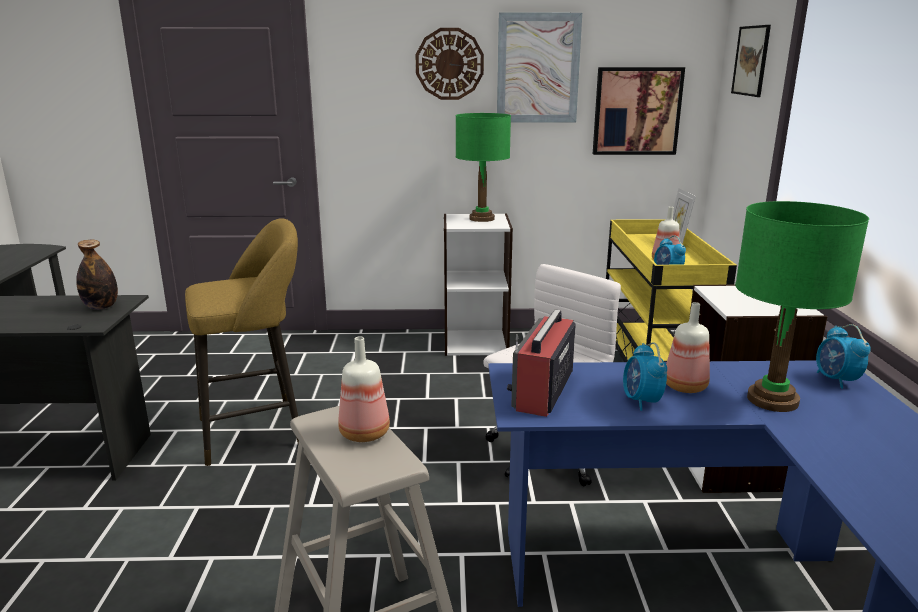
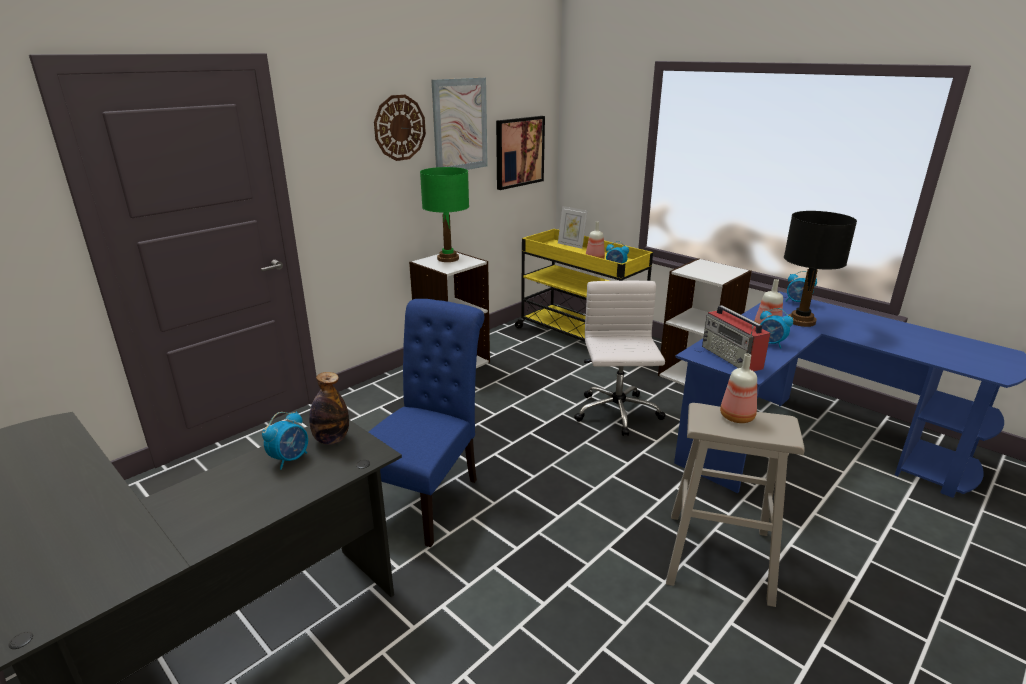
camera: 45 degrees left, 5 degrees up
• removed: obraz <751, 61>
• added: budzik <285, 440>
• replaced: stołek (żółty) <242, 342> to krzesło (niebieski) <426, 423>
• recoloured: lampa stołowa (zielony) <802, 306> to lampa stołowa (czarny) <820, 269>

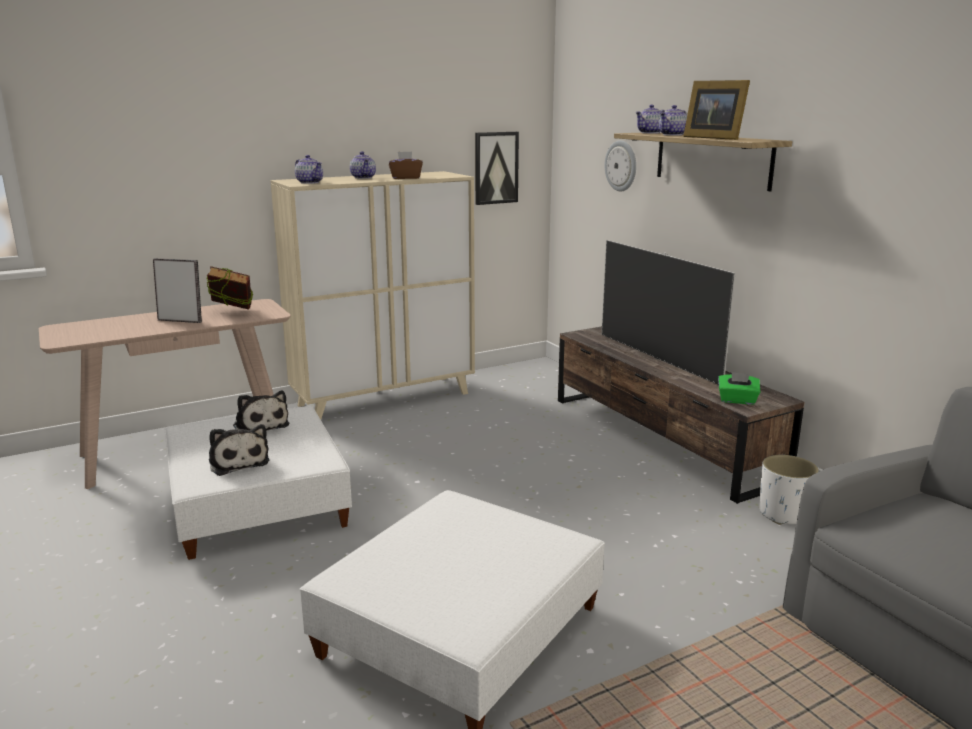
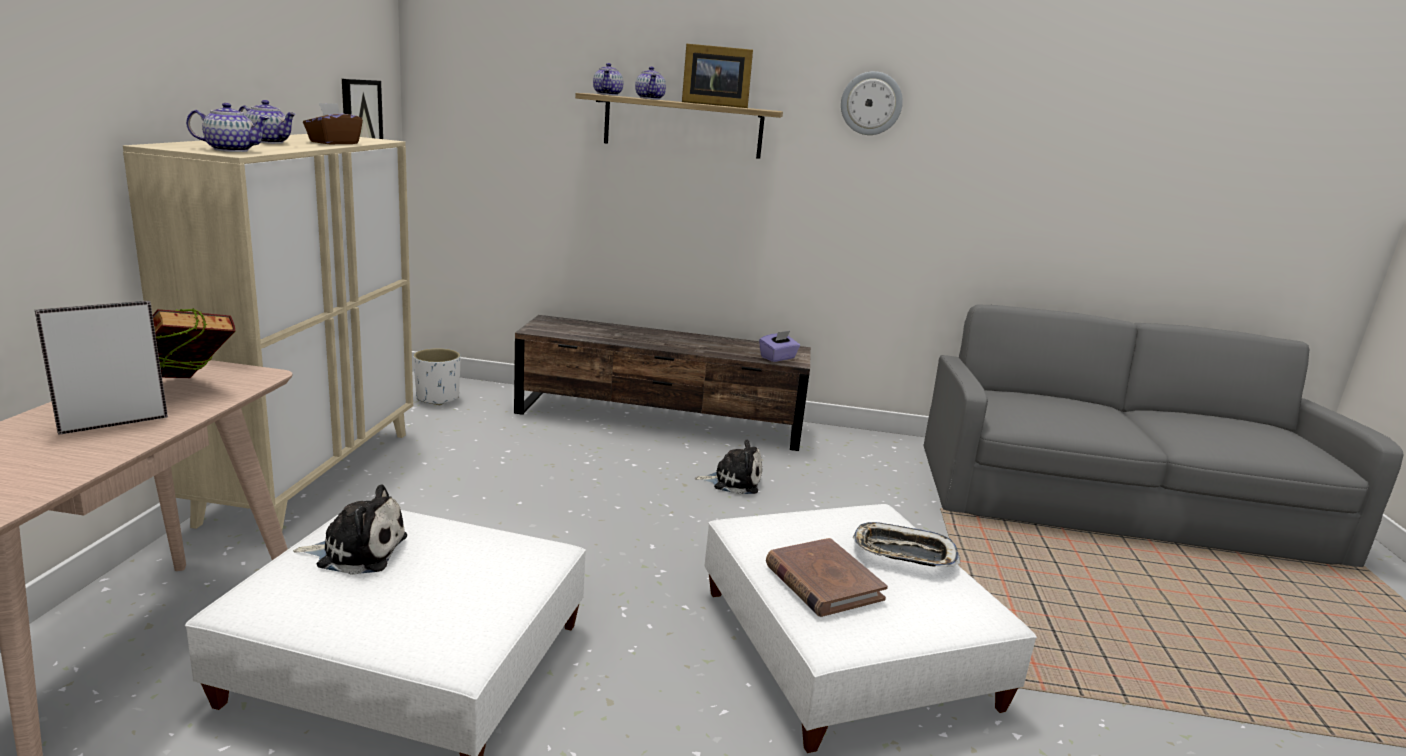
camera: 55 degrees left, 0 degrees up
• removed: telewizor <669, 312>
• added: książka (brązowy) <827, 577>
• added: taca <906, 544>
• moved: pluszak <239, 450> to <728, 467>
• moved: zegar ścienny <620, 166> to <872, 103>
• moved: donica (biały) <789, 490> to <437, 376>
• recoloured: pudełko chusteczek (zielony) <739, 388> to pudełko chusteczek (fioletowy) <779, 346>

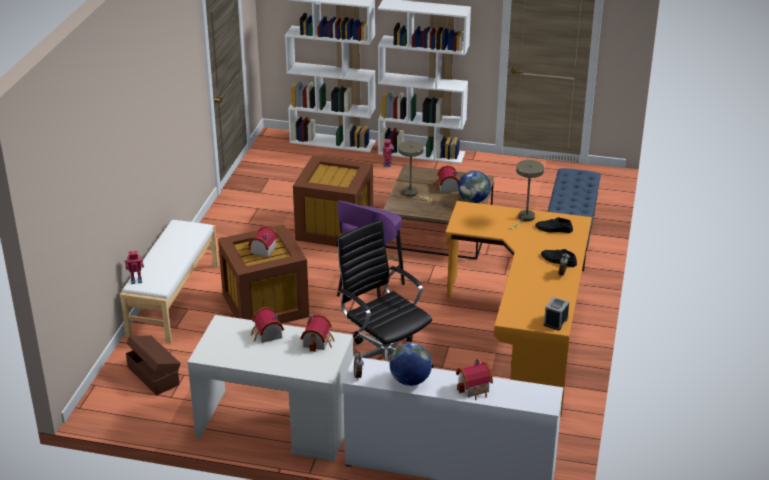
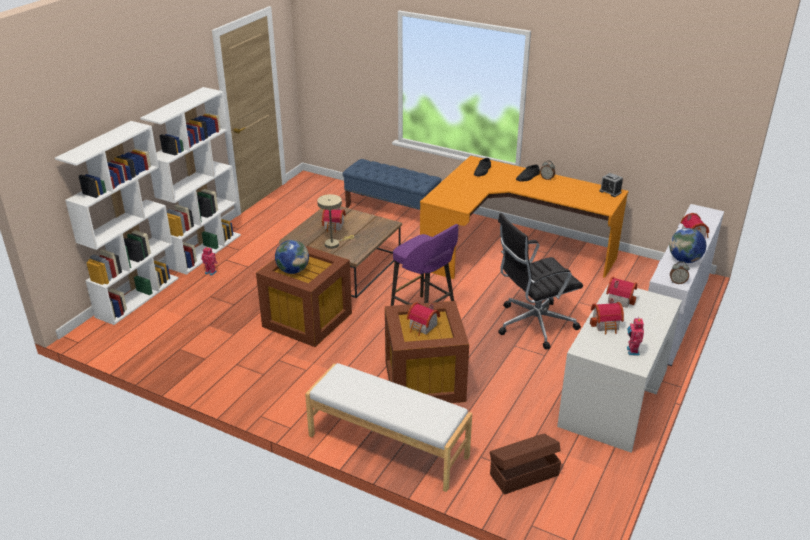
camera: 75 degrees left, 0 degrees up
• removed: lampa stołowa (beżowy) <526, 194>
• moved: robot zabawkowy <134, 267> to <635, 337>
• moved: globus <474, 187> to <292, 257>

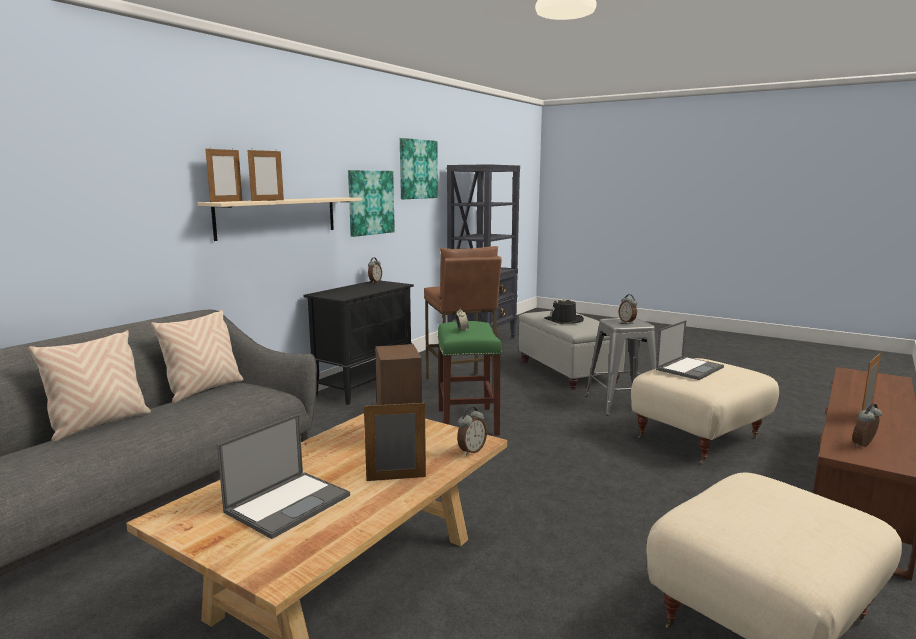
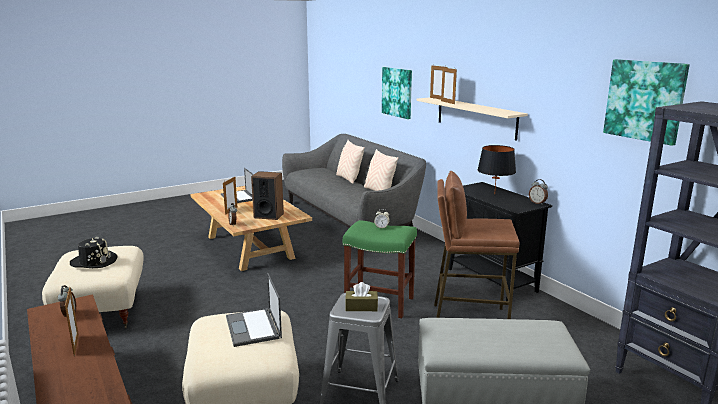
camera: 115 degrees right, 5 degrees up
• added: lampa stołowa (czarny) <496, 170>
• moved: obraz <371, 203> to <397, 93>
• moved: kapelusz (czarny) <564, 311> to <94, 252>
• replaced: budzik <628, 309> to pudełko chusteczek (brązowy) <361, 296>

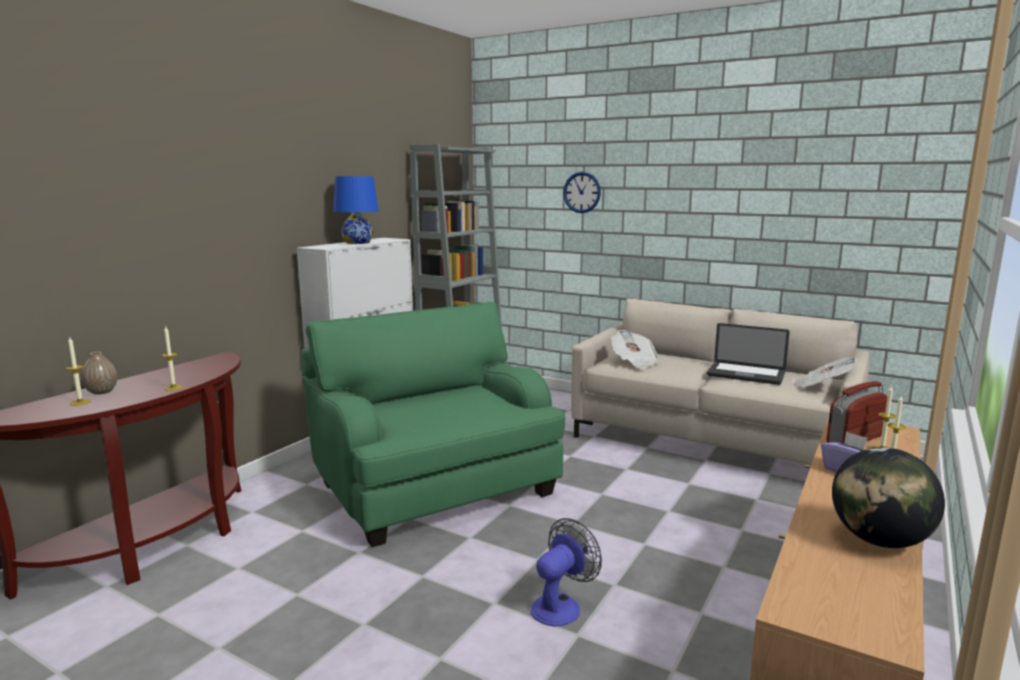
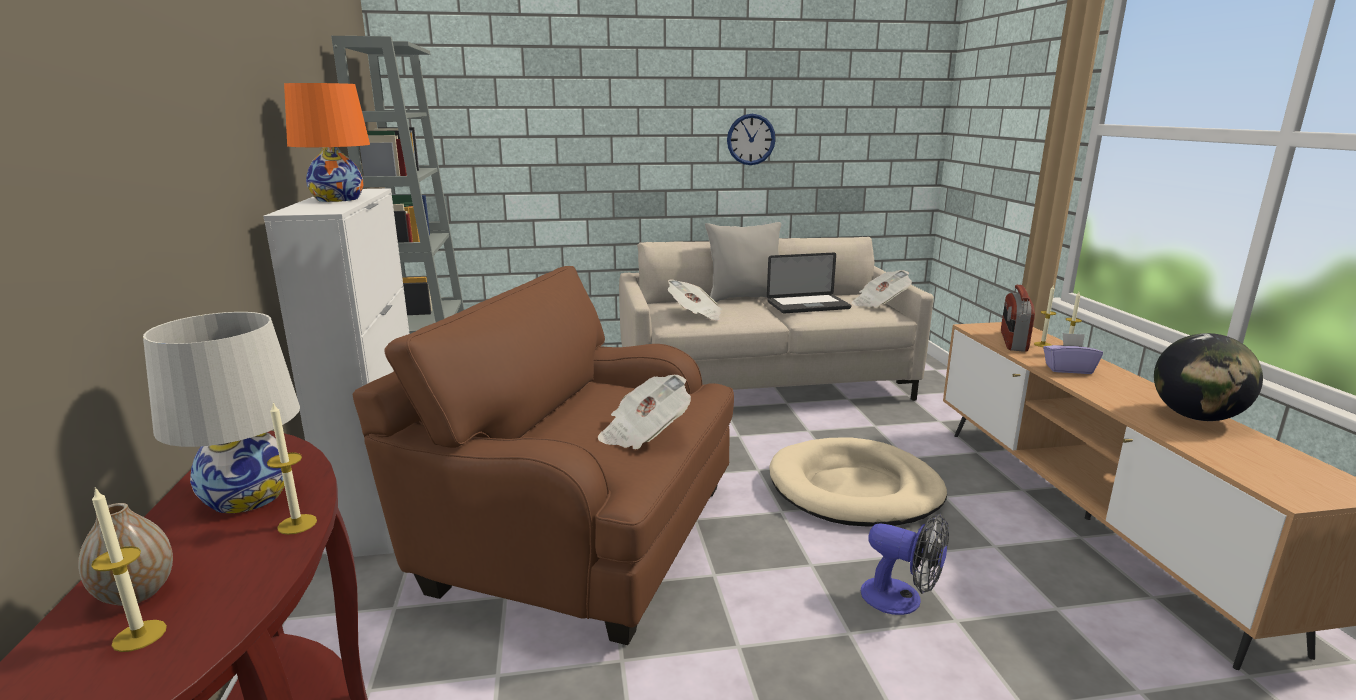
camera: 40 degrees left, 5 degrees up
• added: lampa stołowa (biały) <221, 412>
• added: gazeta <644, 412>
• added: poduszka (szary) <743, 262>
• added: legowisko (beżowy) <858, 482>
• moved: zegar ścienny <582, 192> to <751, 139>
• recoloured: fotel (zielony) <433, 424> to fotel (brązowy) <543, 455>
• recoloured: lampa stołowa (niebieski) <356, 210> to lampa stołowa (pomarańczowy) <327, 142>
• turned: wentylator <566, 572> = <905, 564> 120 degrees clockwise

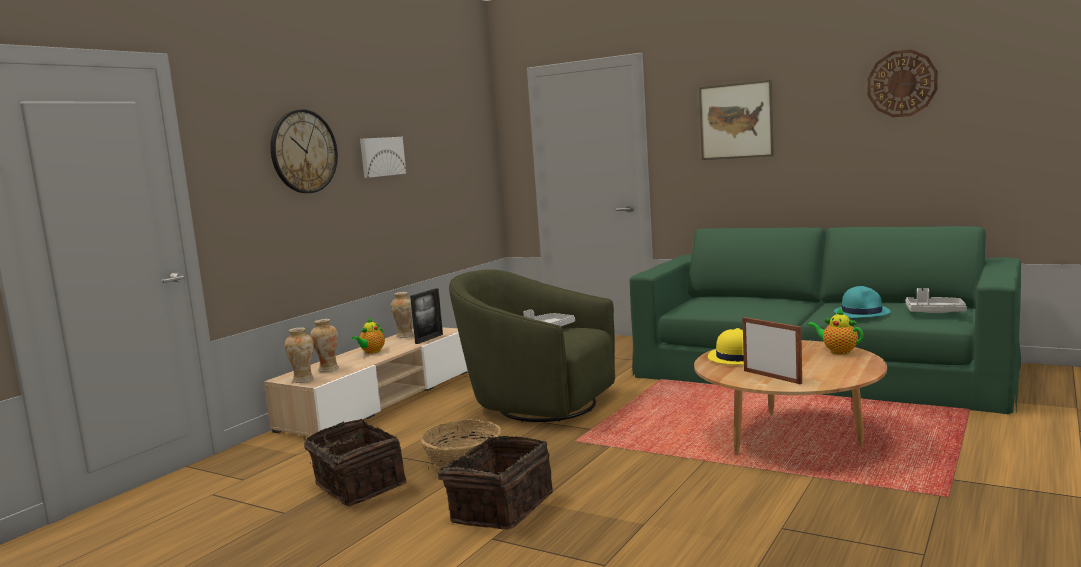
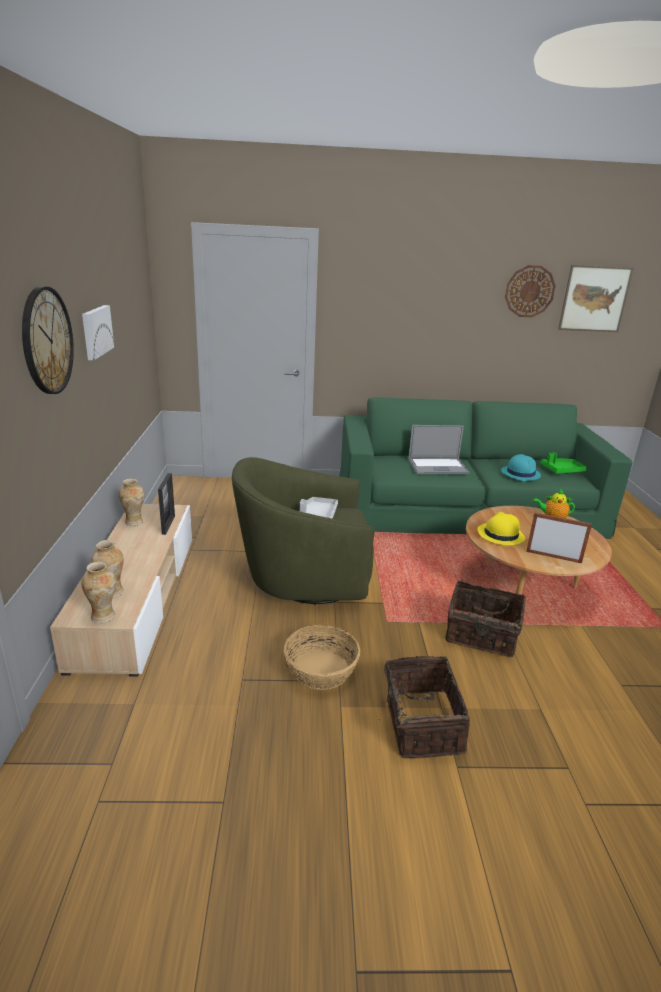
camera: 35 degrees left, 15 degrees up
• removed: imbryk <368, 336>
• added: laptop <439, 449>
• moved: koszyk <355, 462> to <485, 619>
• moved: obraz <736, 120> to <595, 298>
• recoloured: taca (szary) <936, 300> to taca (zielony) <564, 463>

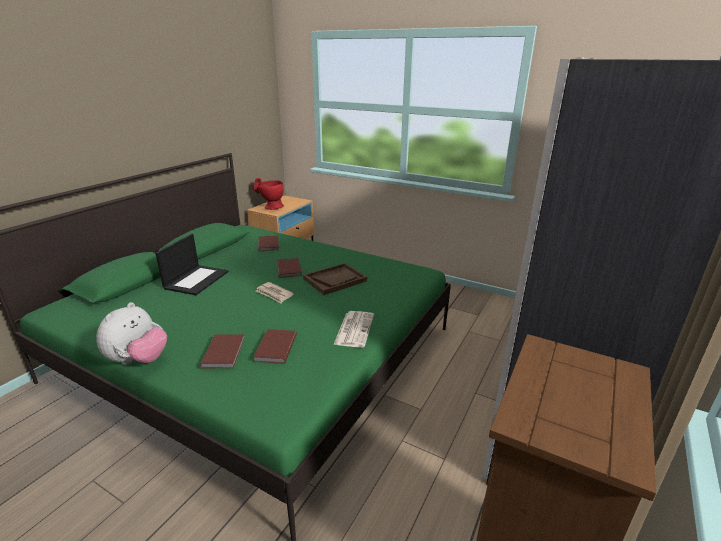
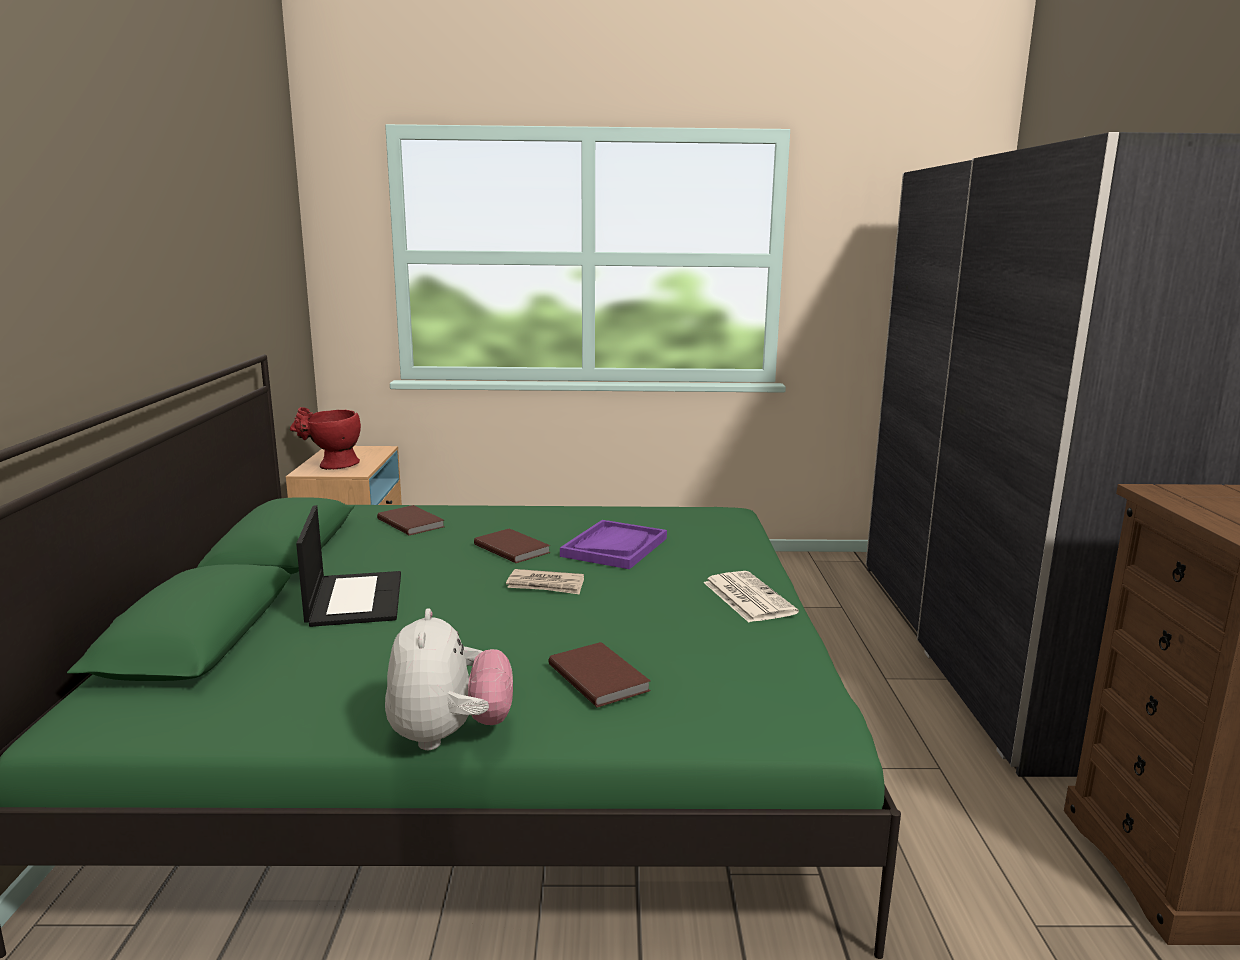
camera: 30 degrees left, 10 degrees down
• removed: książka (brązowy) <275, 346>
• recoloured: taca (brązowy) <335, 279> to taca (fioletowy) <613, 544>

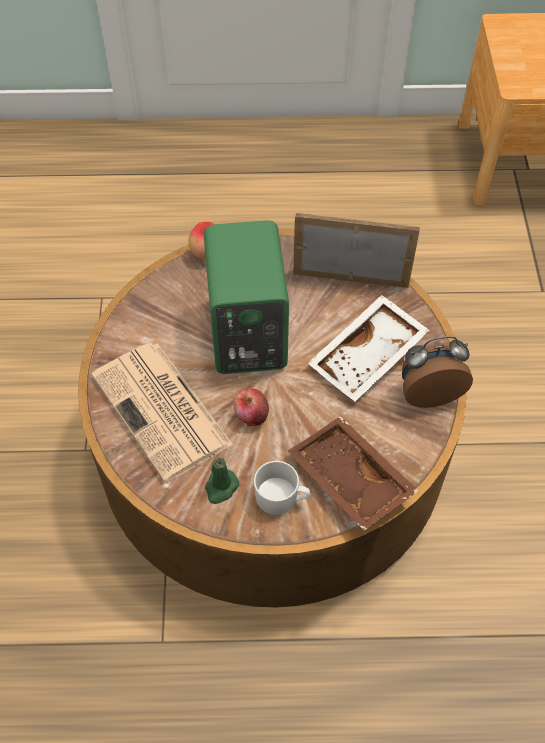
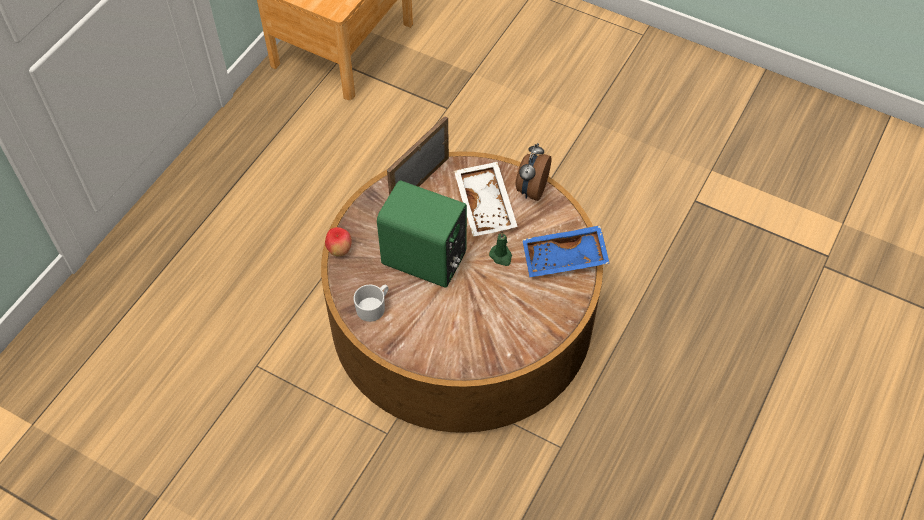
camera: 60 degrees left, 0 degrees up
• removed: gazeta <162, 413>
• removed: jabłko <251, 407>
• moved: świeca (zielony) <222, 480> to <500, 249>
• moved: kubek (biały) <282, 488> to <370, 303>
• recoloured: taca (brązowy) <353, 473> to taca (niebieski) <565, 251>

